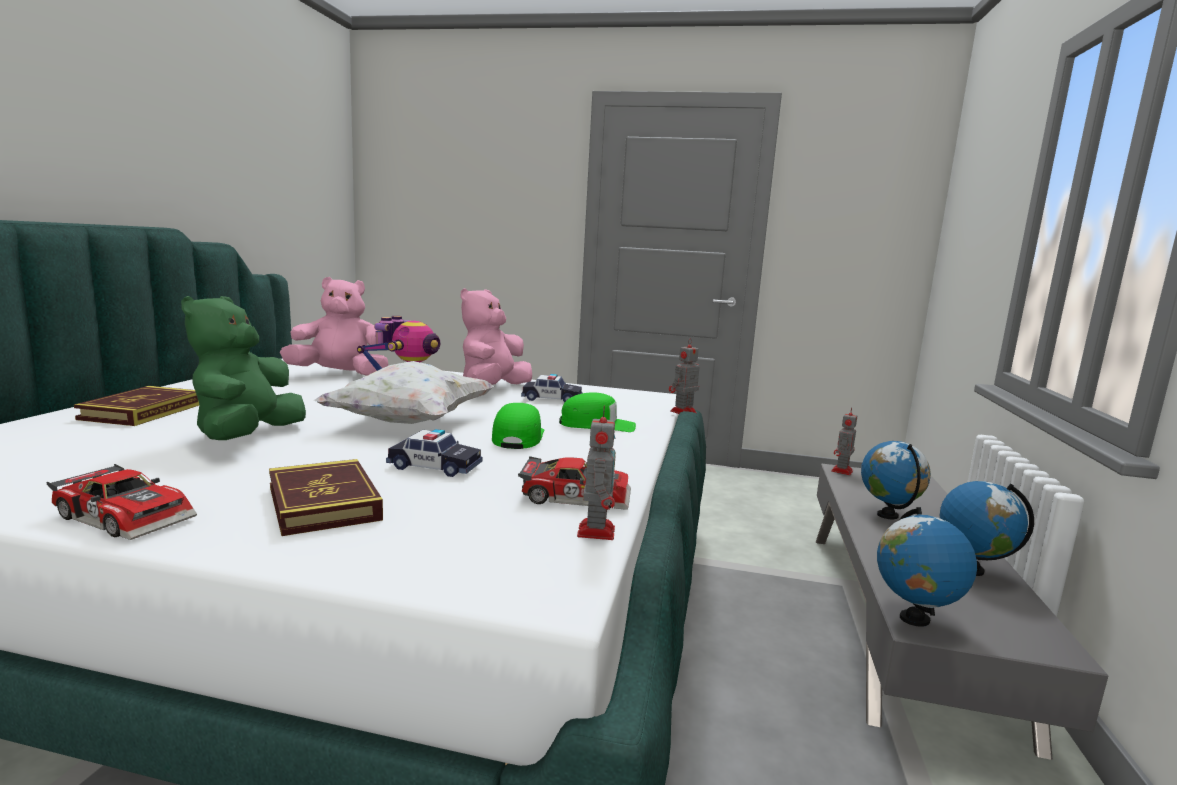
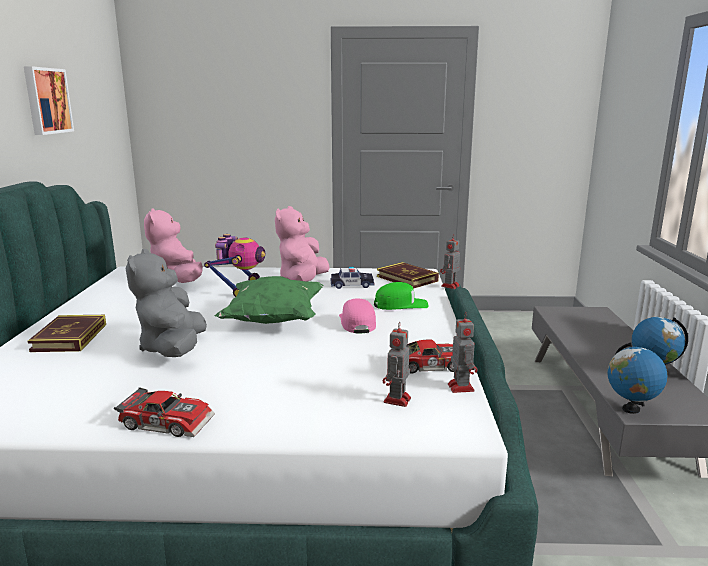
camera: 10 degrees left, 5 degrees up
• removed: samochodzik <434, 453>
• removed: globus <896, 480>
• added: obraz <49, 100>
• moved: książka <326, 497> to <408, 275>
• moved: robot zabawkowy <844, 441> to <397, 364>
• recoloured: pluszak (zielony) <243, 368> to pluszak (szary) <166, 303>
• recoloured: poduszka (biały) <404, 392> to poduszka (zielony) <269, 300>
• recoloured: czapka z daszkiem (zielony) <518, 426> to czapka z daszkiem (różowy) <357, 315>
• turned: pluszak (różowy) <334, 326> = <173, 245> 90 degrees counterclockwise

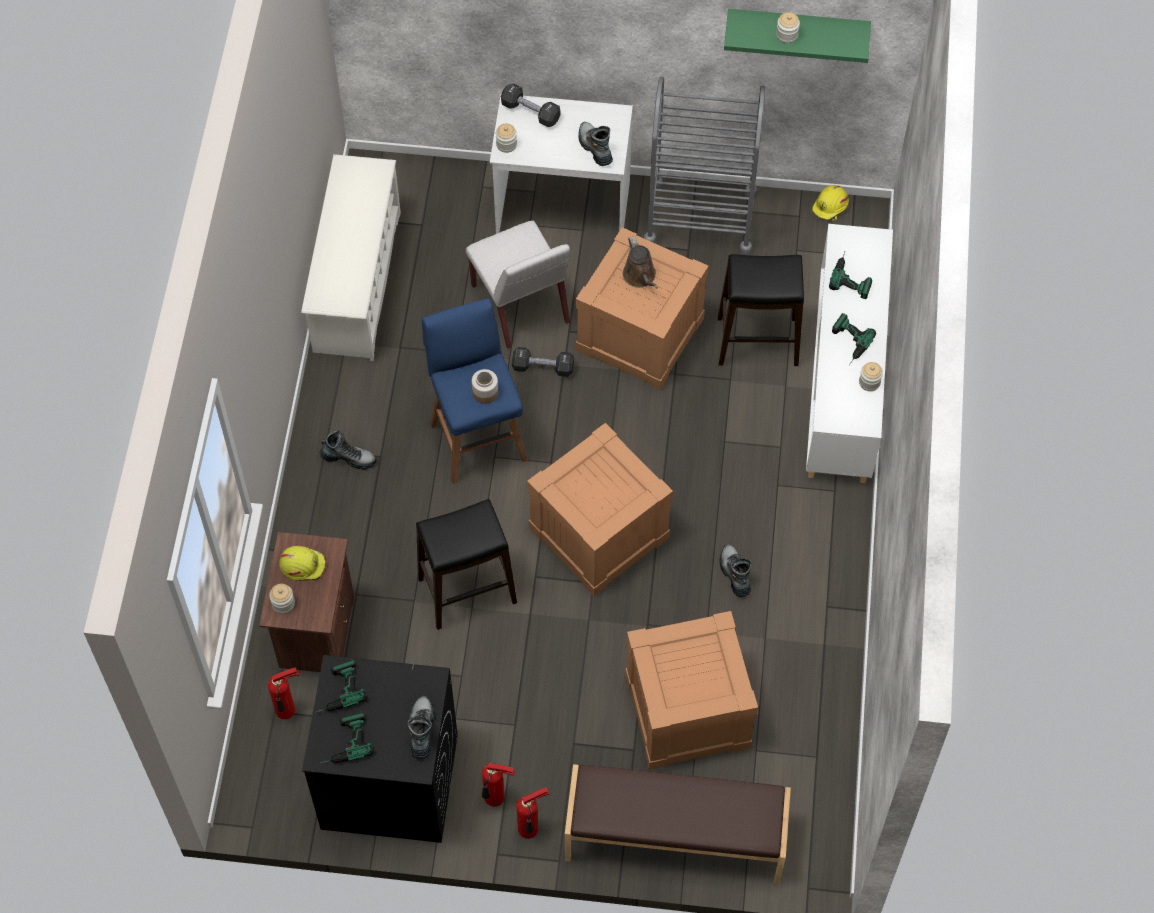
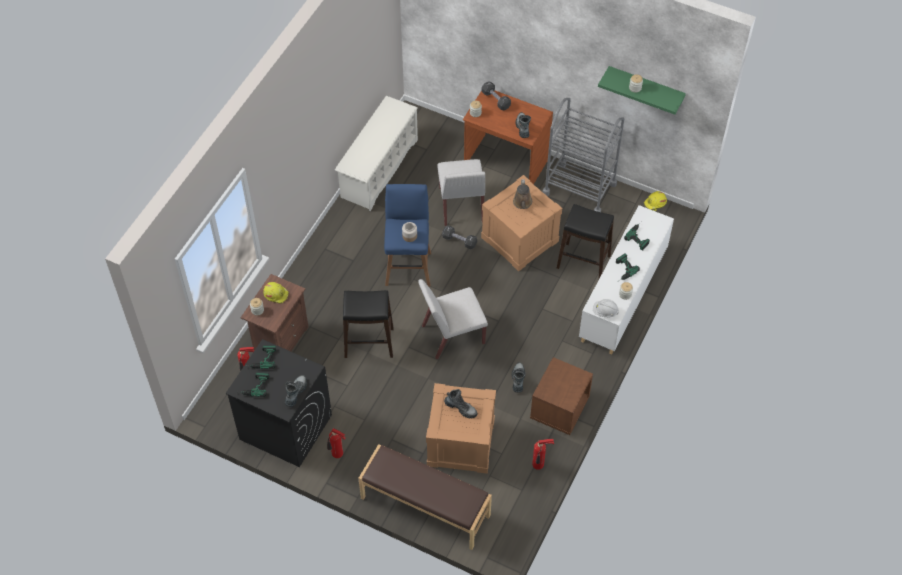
camera: 20 degrees right, 5 degrees down
• added: szafka nocna (brązowy) <561, 396>
• added: kask (biały) <606, 308>
• moved: but z cholewką <348, 449> to <461, 404>
• moved: gaśnica <532, 813> to <543, 454>
• replaced: skrzynka <600, 509> to krzesło (biały) <453, 319>
• recoloured: biurko (biały) <561, 165> to biurko (brązowy) <508, 137>

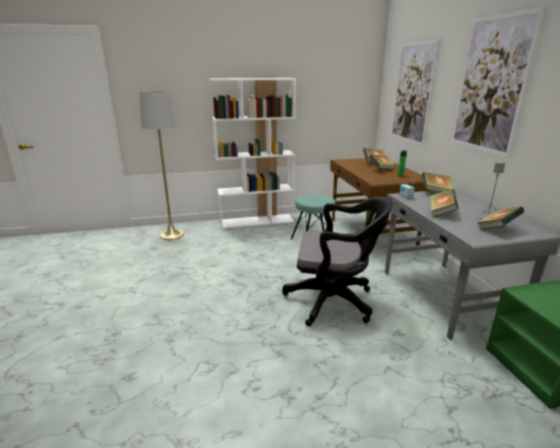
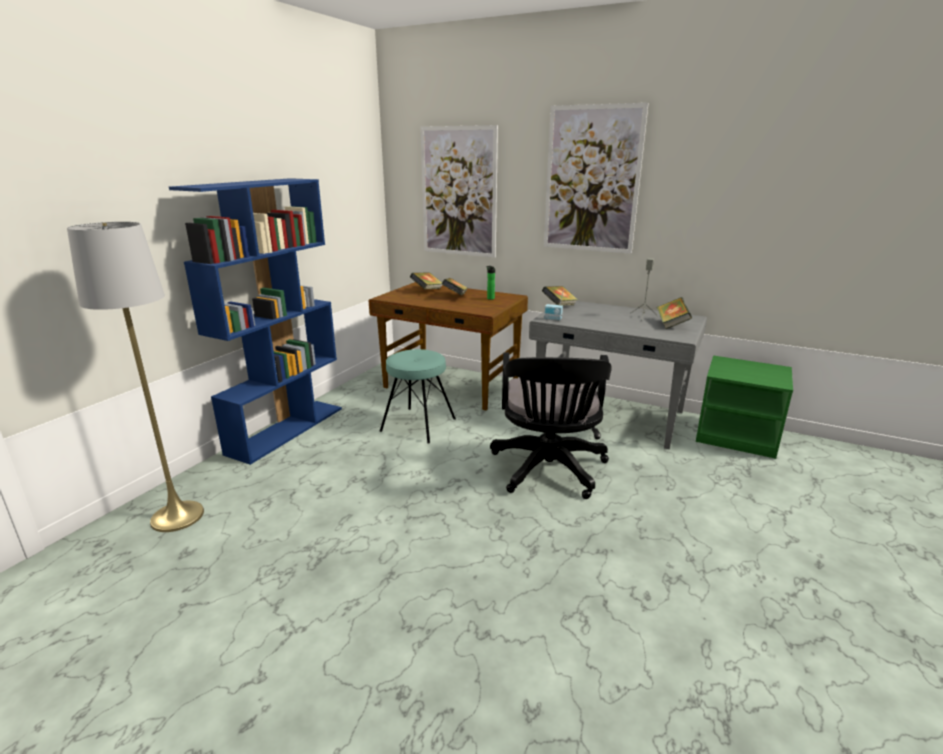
camera: 50 degrees left, 0 degrees up
• removed: książka <444, 203>
• recoloured: regał (biały) <253, 153> to regał (niebieski) <255, 321>
• turned: krzesło biurowe (czarny) <337, 261> = <551, 426> 135 degrees clockwise

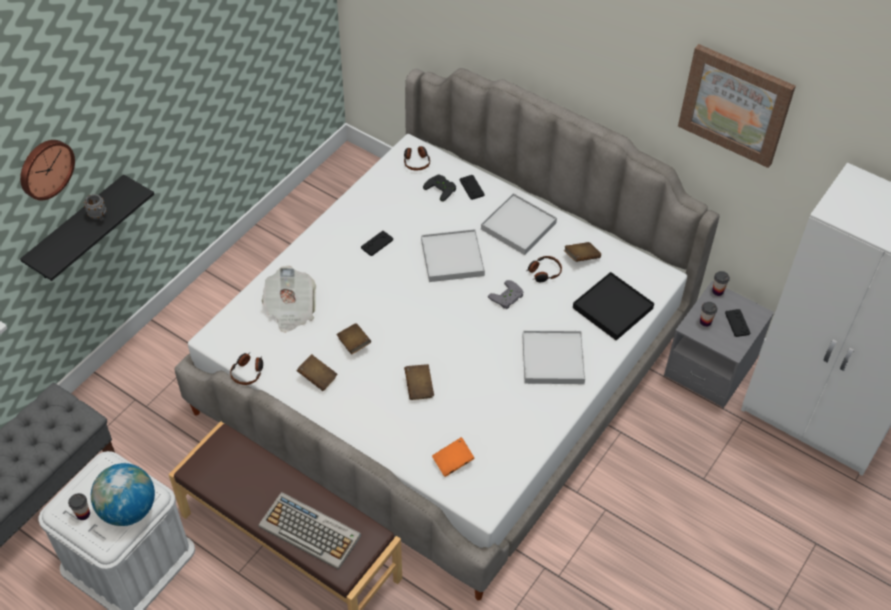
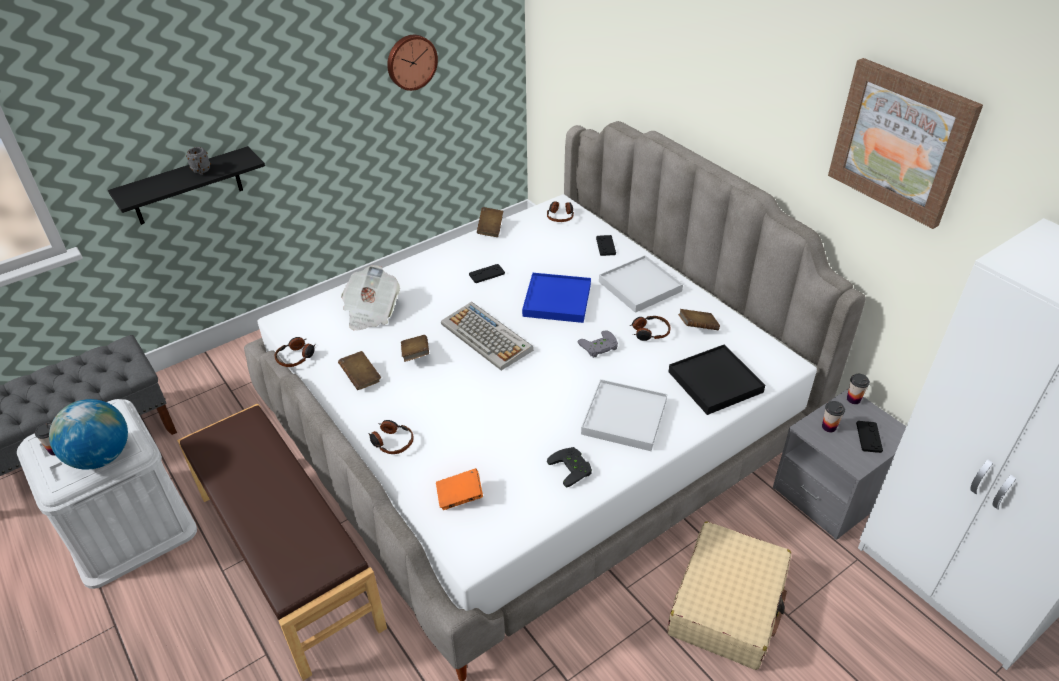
camera: 20 degrees right, 10 degrees down
• added: słuchawki <391, 437>
• added: walizka (beżowy) <729, 595>
• moved: zegar ścienny <47, 170> to <412, 63>
• moved: klawiatura <309, 531> to <487, 336>
• moved: książka (brązowy) <419, 382> to <490, 222>
• moved: pad do gier (czarny) <439, 188> to <569, 467>
• recoloured: taca (biały) <453, 255> to taca (niebieski) <556, 298>

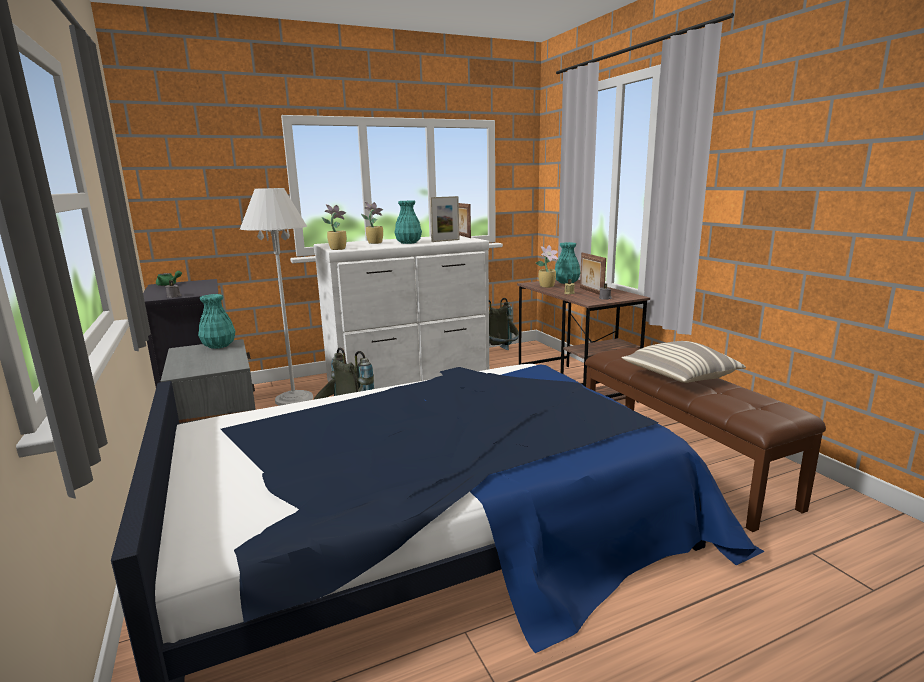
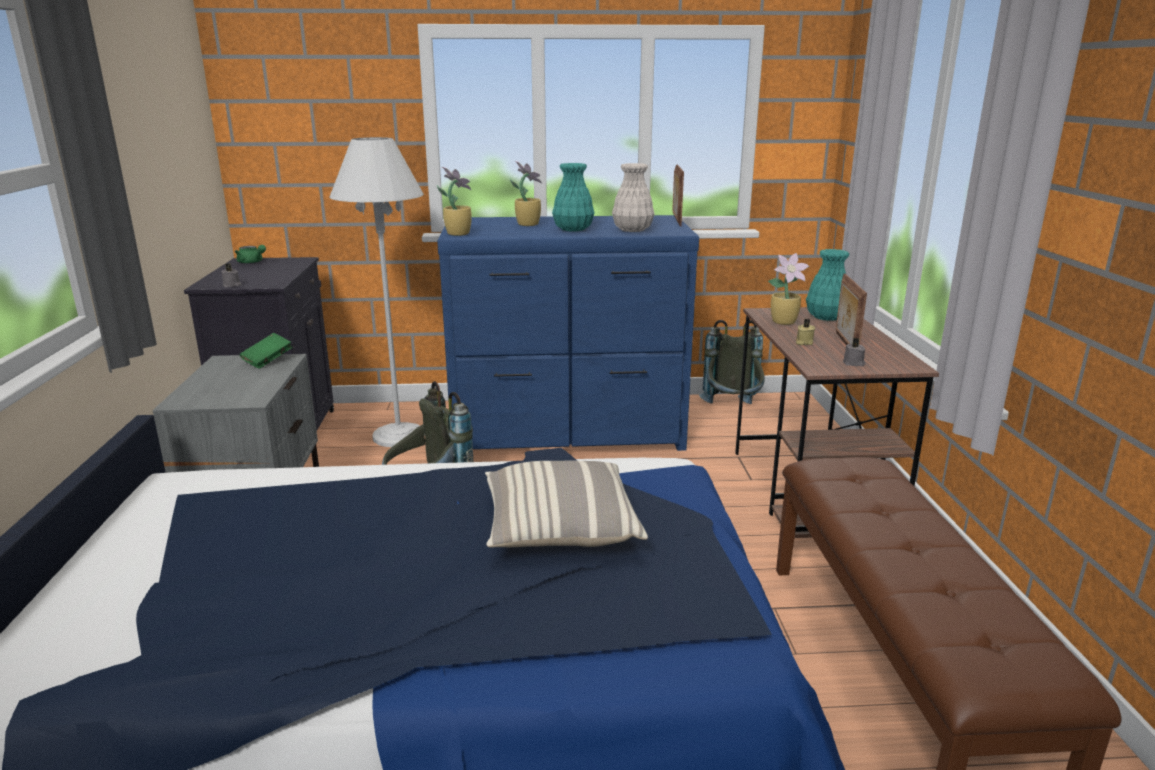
camera: 20 degrees right, 5 degrees up
• moved: poduszka <684, 362> to <566, 504>
• replaced: wazon (turkusowy) <216, 321> to książka (zielony) <266, 351>
• replaced: ramka na zdjęcie <444, 219> to wazon (biały) <633, 197>
• recoloured: komoda (biały) <401, 312> to komoda (niebieski) <568, 333>

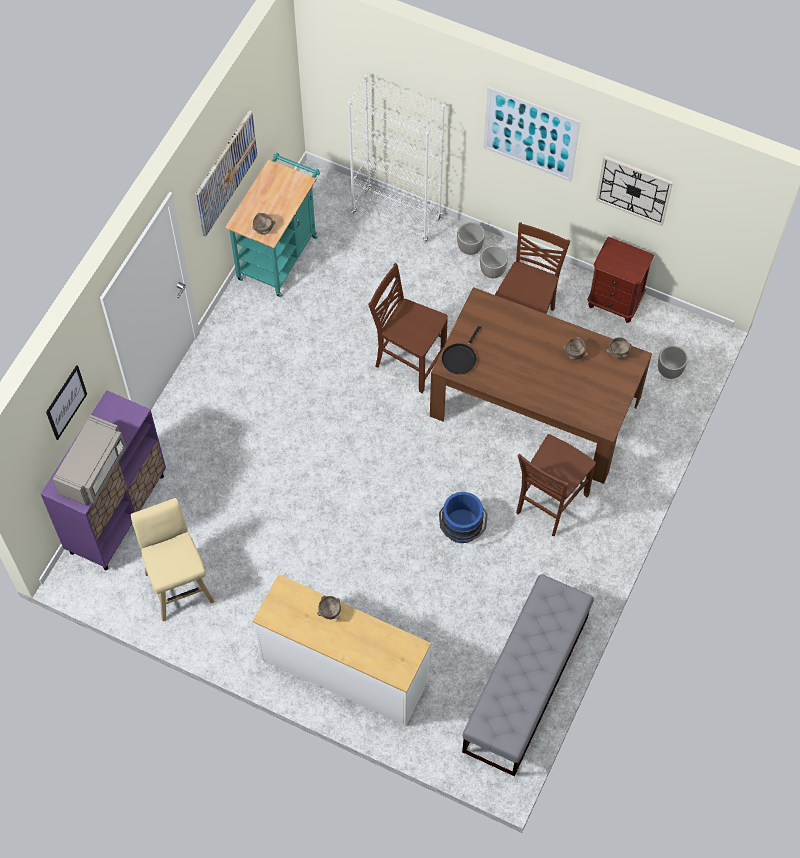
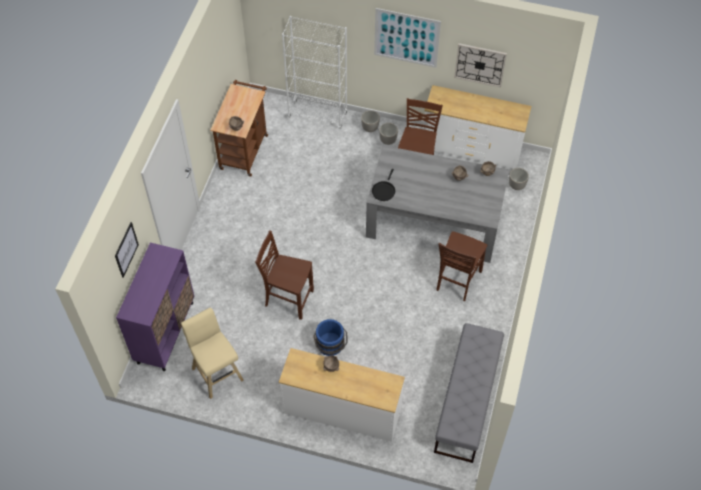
camera: 10 degrees left, 5 degrees down
• removed: mikrofalówka (szary) <89, 460>
• removed: obraz <226, 173>
• moved: krzesło (brązowy) <408, 328> to <284, 275>
• moved: wiadro (niebieski) <463, 517> to <330, 337>
• replaced: szafka nocna (brązowy) <620, 280> to komoda (biały) <477, 127>
• recoloured: wózek (turkusowy) <272, 225> to wózek (brązowy) <239, 128>
• recoloured: stół jadalny (brązowy) <541, 385> to stół jadalny (szary) <437, 204>

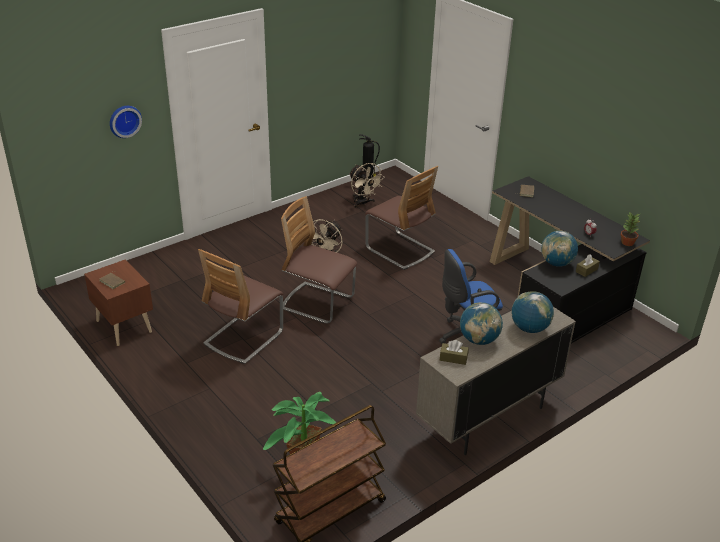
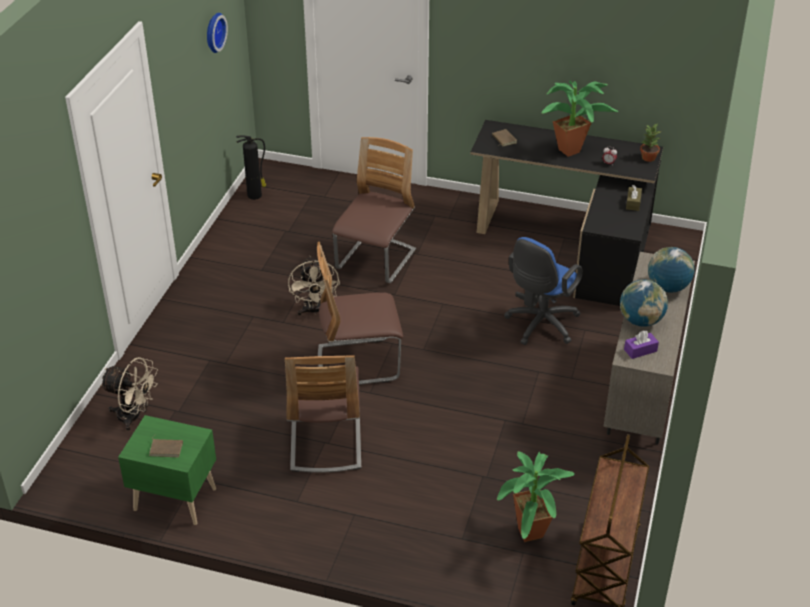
camera: 35 degrees left, 5 degrees up
• removed: globus <559, 249>
• added: roślina doniczkowa <579, 118>
• moved: zegar ścienny <126, 122> to <217, 33>
• moved: wentylator (beżowy) <367, 185> to <129, 394>
• recoloured: szafka nocna (brązowy) <118, 302> to szafka nocna (zielony) <167, 470>
• recoloured: pudełko chusteczek (brązowy) <454, 352> to pudełko chusteczek (fioletowy) <641, 344>
• turned: krzesło <401, 218> = <374, 210> 75 degrees counterclockwise

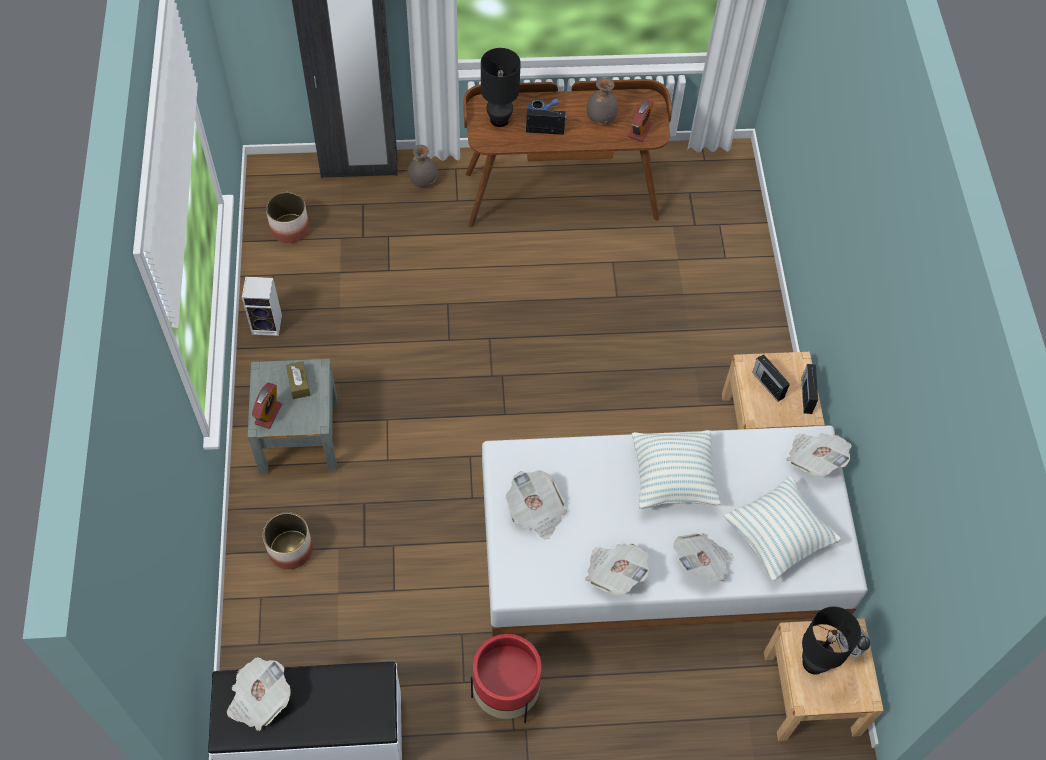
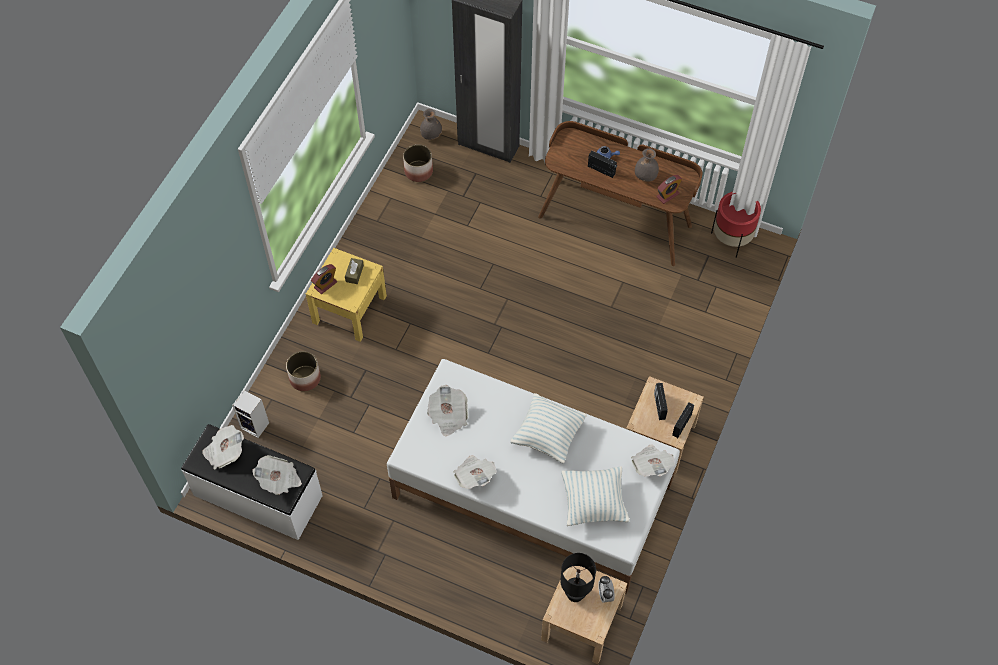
camera: 30 degrees right, 0 degrees up
• removed: lampa stołowa (czarny) <501, 87>
• moved: głośnik <262, 306> to <250, 414>
• moved: wazon (szary) <423, 166> to <431, 124>
• moved: donica (czerwony) <506, 678> to <736, 225>
• moved: gazeta <703, 557> to <277, 475>
• recoloured: szafka nocna (szary) <292, 416> to szafka nocna (żółty) <346, 295>

